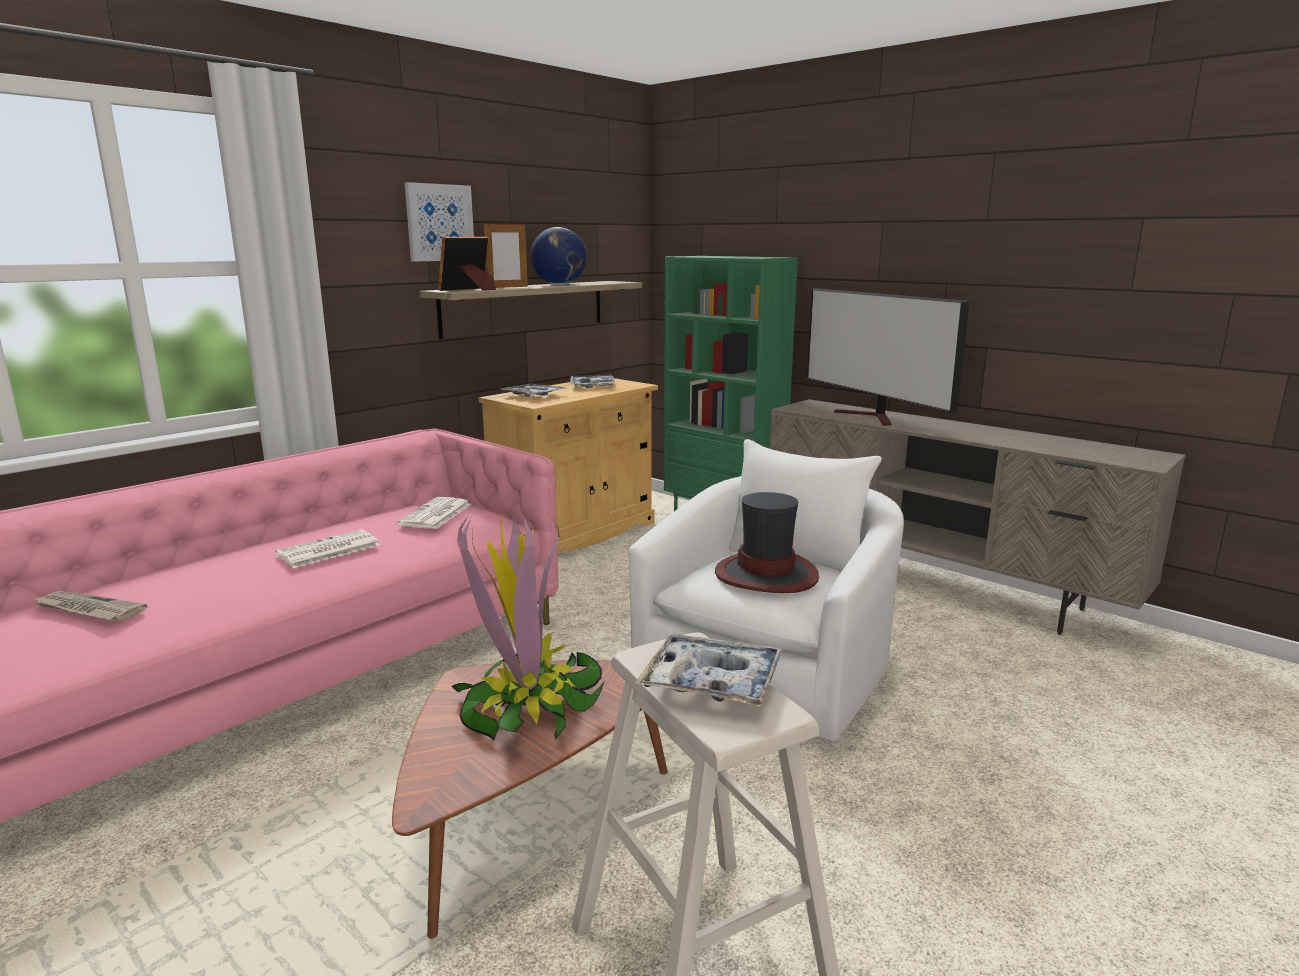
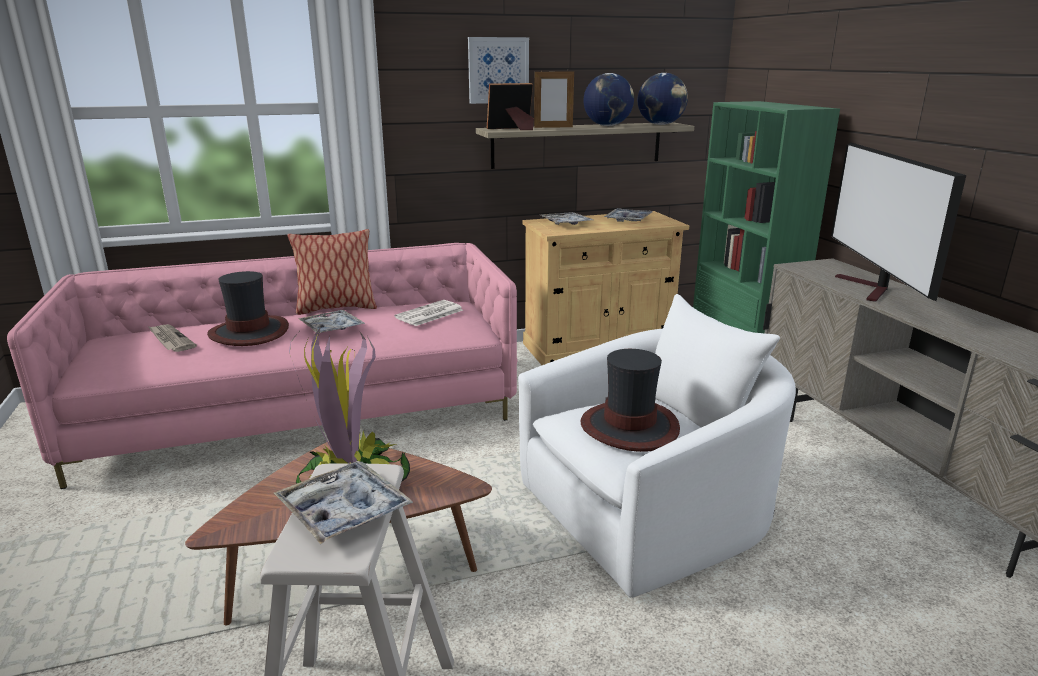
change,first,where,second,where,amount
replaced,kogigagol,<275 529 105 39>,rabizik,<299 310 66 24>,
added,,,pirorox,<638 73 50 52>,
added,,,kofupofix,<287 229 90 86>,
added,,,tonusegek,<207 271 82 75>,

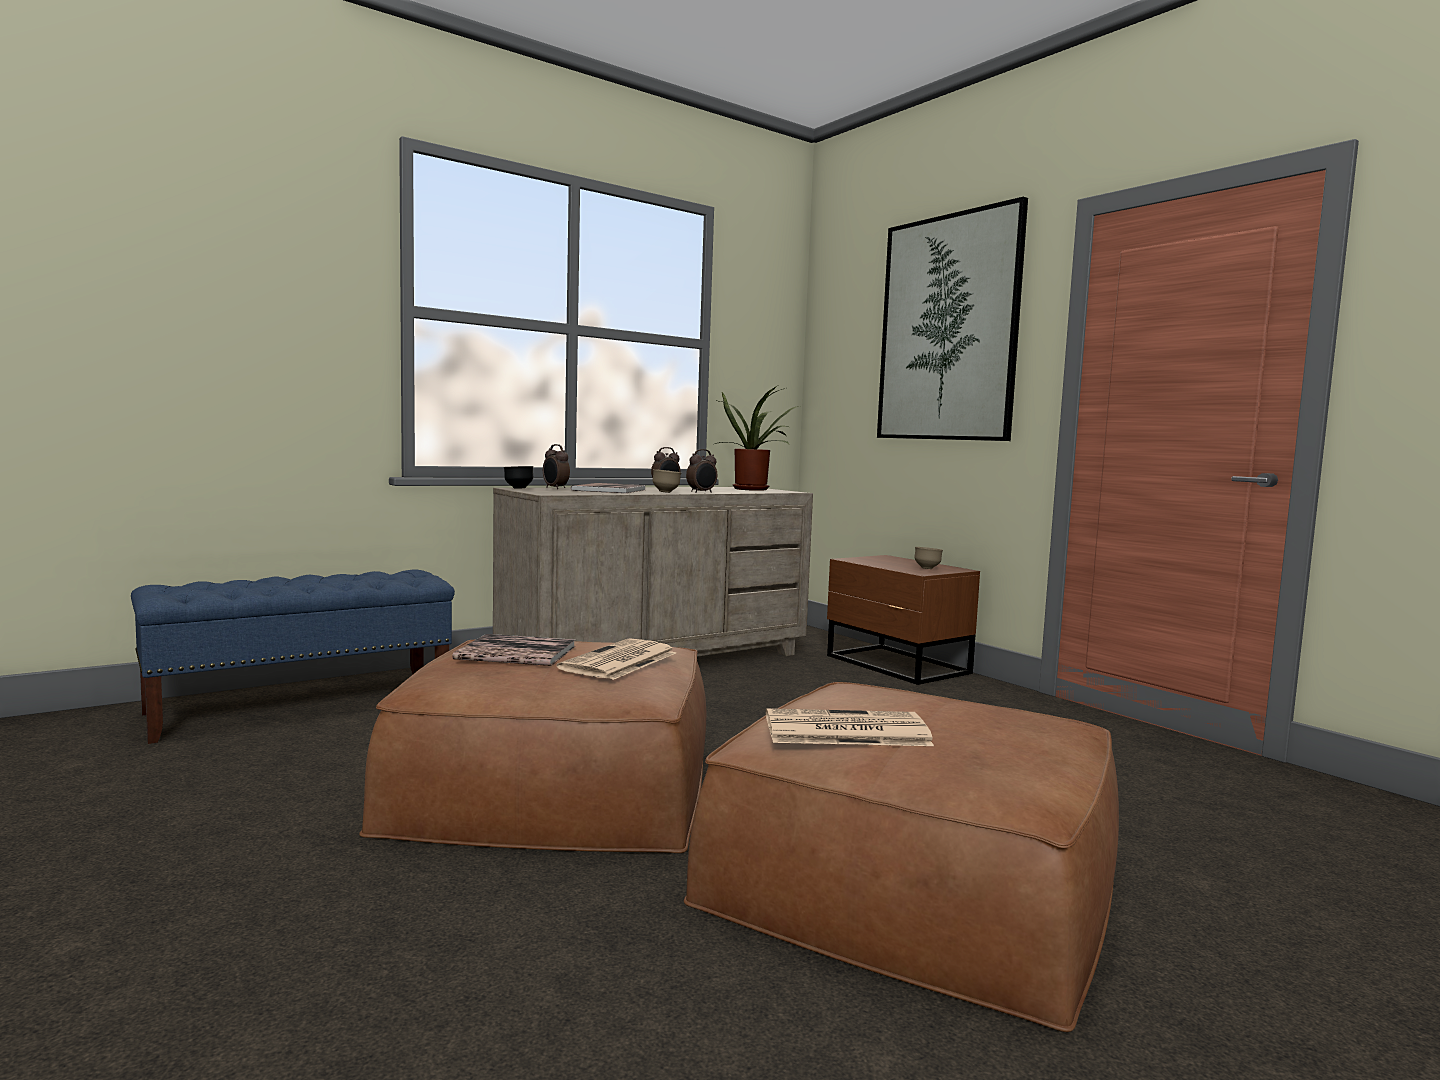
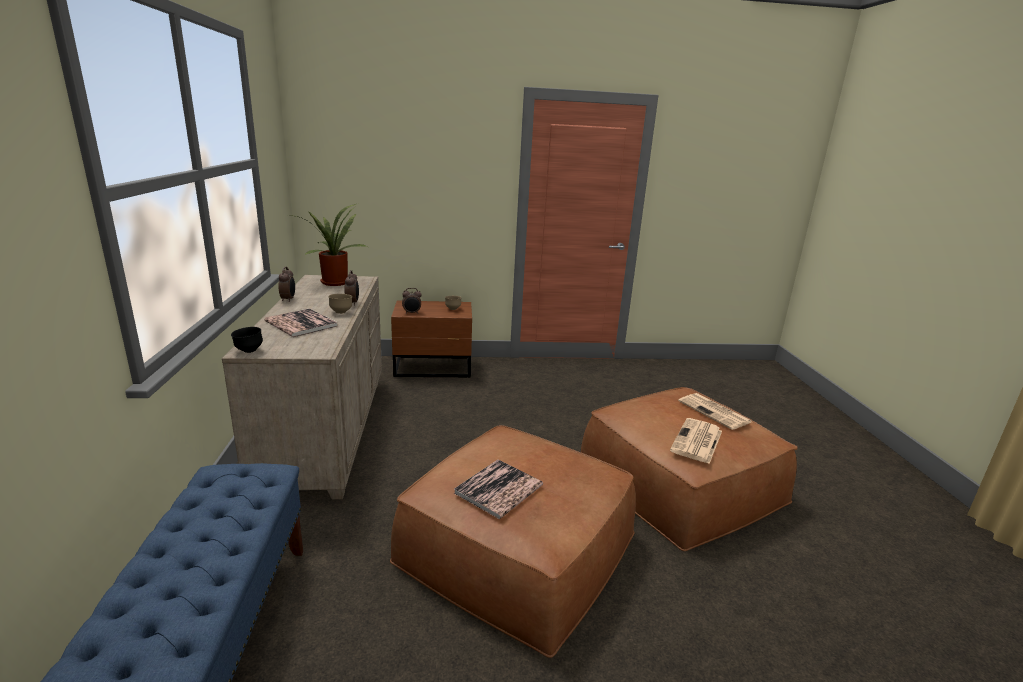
change,first,where,second,where,amount
removed,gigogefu,<877 197 151 244>,,,
moved,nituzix,<543 444 27 45>,,<402 288 20 26>,
moved,kogigagol,<557 638 119 42>,,<678 393 73 37>,

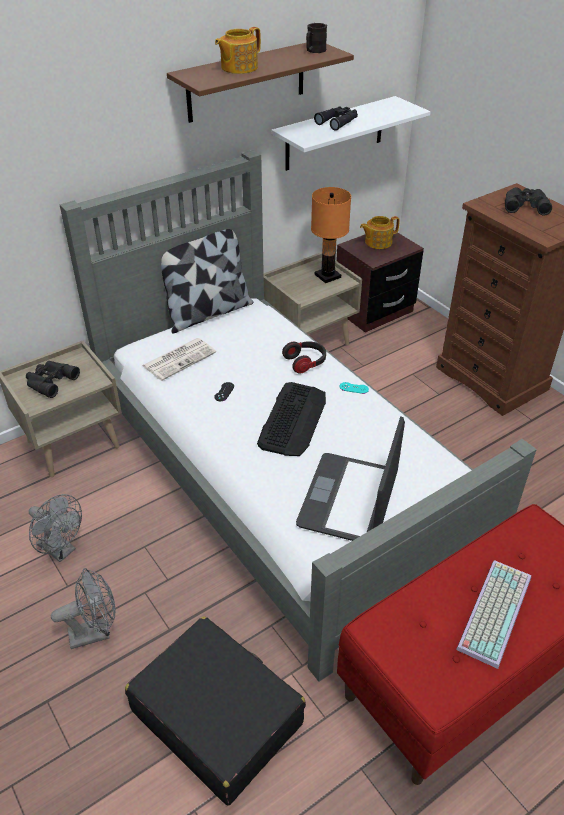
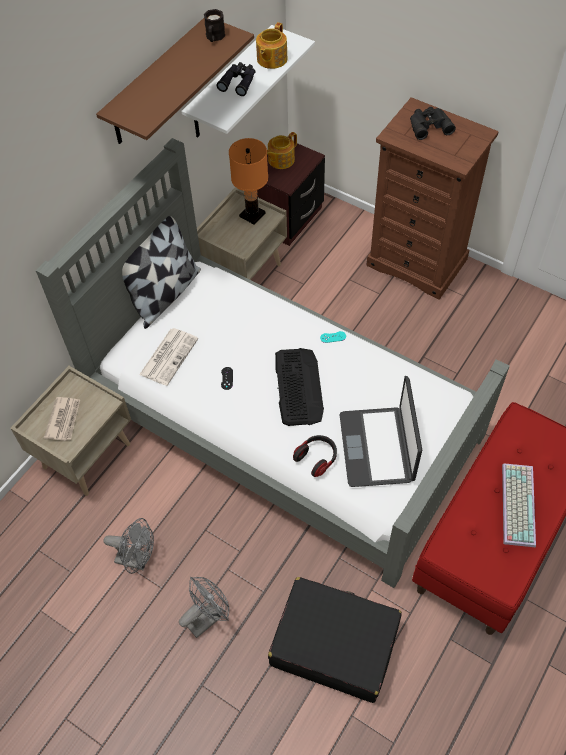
change,first,where,second,where,amount
moved,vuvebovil,<215 27 46 47>,,<256 22 32 47>,
moved,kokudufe,<282 341 44 32>,,<293 435 44 42>,
replaced,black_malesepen,<26 361 54 37>,kogigagol,<44 397 36 44>,

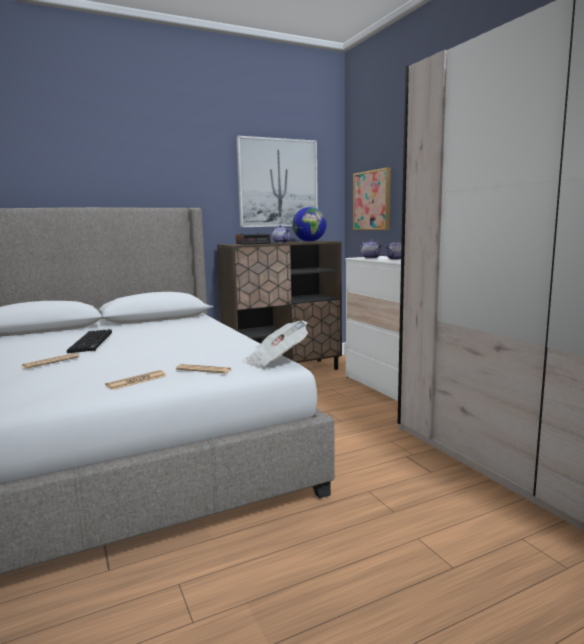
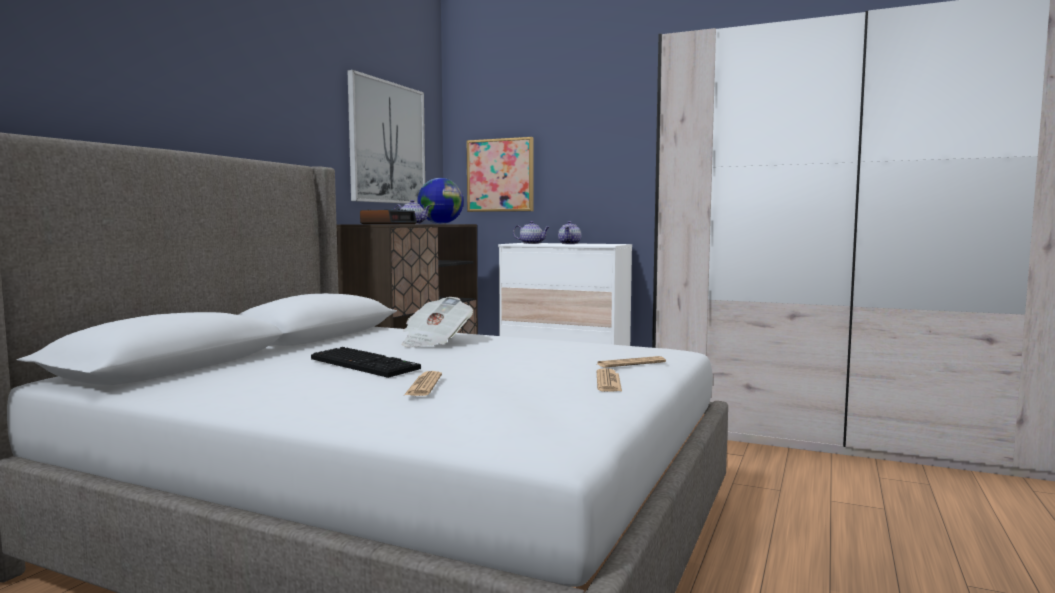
change,first,where,second,where,amount
moved,kogigagol,<243 321 65 45>,,<402 297 71 51>,

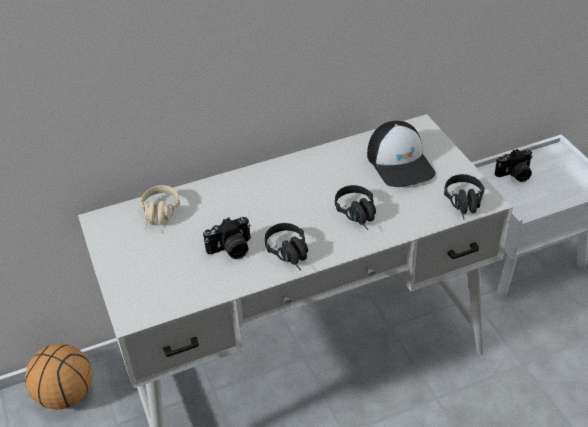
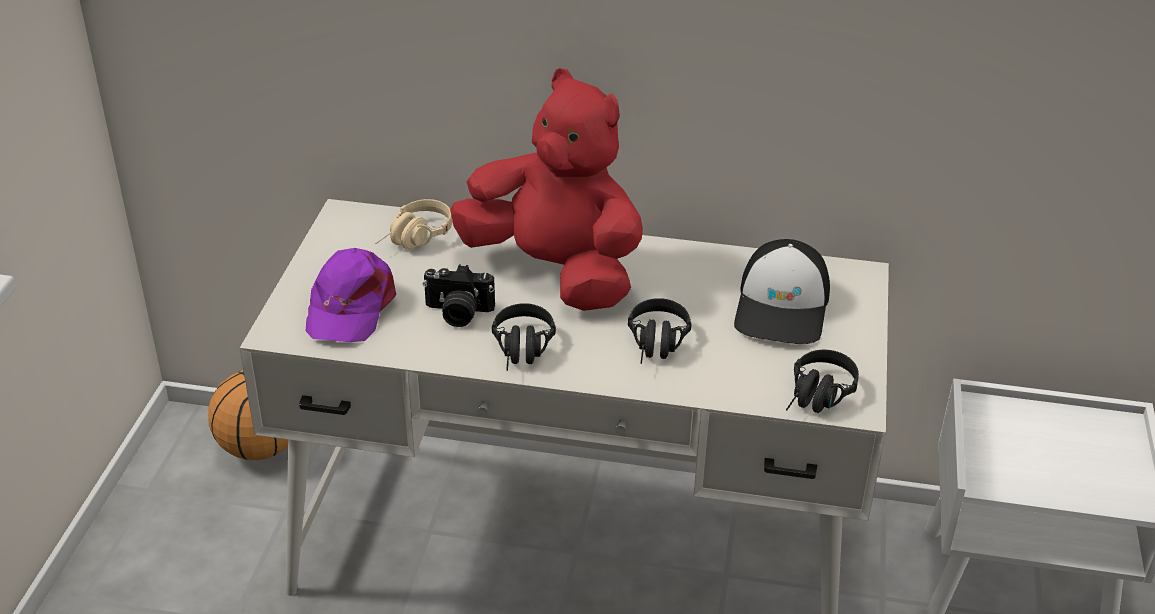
change,first,where,second,where,amount
removed,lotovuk,<494 149 39 33>,,,
added,,,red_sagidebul,<450 68 193 243>,
added,,,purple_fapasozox,<306 248 90 94>,

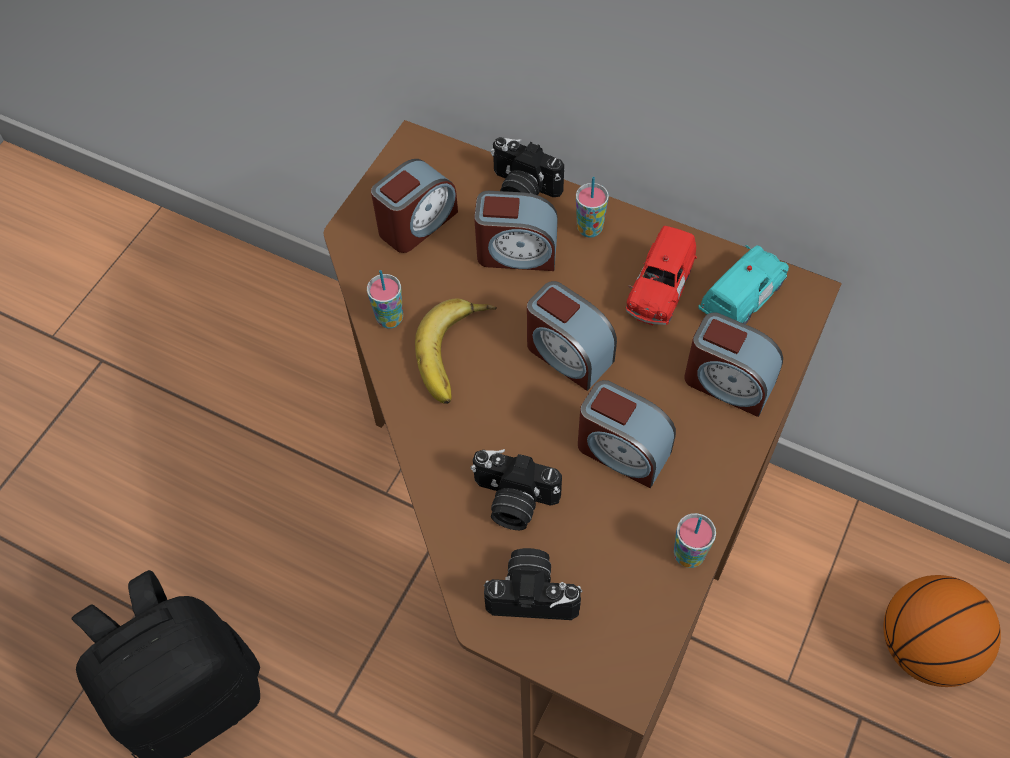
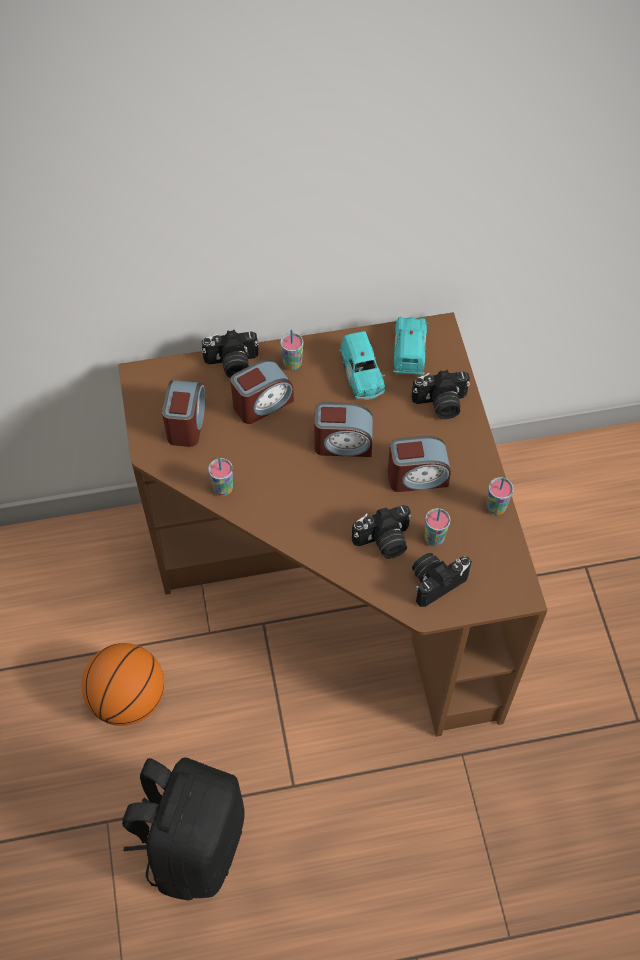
change,first,where,second,where,amount
recoloured,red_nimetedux,<626 226 71 99>,turquoise_nimetedux,<339 331 46 69>,
removed,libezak,<415 299 82 105>,,,
replaced,nituzix,<684 312 99 105>,lotovuk,<411 370 59 49>,
moved,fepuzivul,<884 575 117 112>,,<82 643 82 83>,
added,,,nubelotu,<425 508 26 38>,

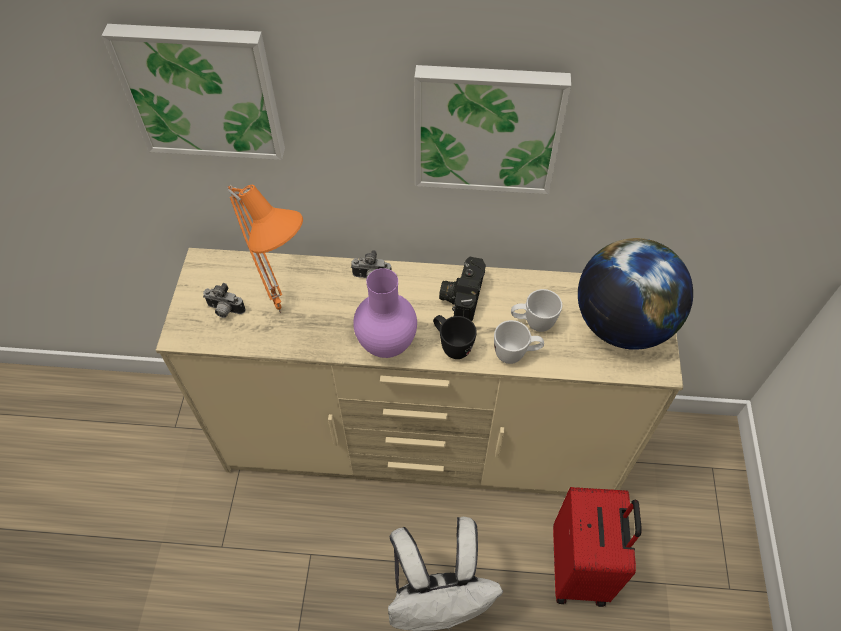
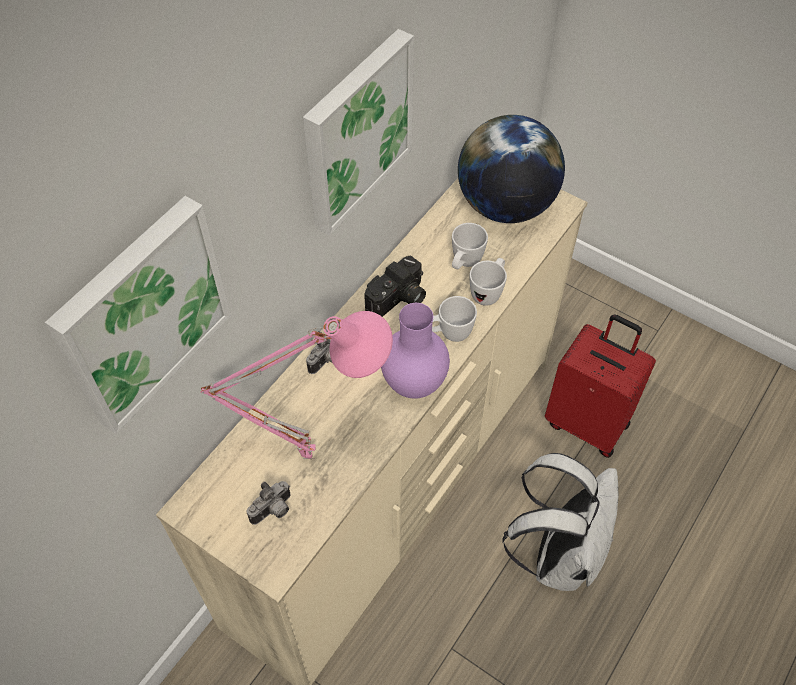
change,first,where,second,where,amount
recoloured,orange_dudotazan,<228 185 75 128>,pink_dudotazan,<200 311 193 148>,
turned,lotovuk,<439 256 47 65>,,<364 255 62 62>,90 degrees counterclockwise
recoloured,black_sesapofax,<433 315 44 44>,white_sesapofax,<432 296 45 46>,

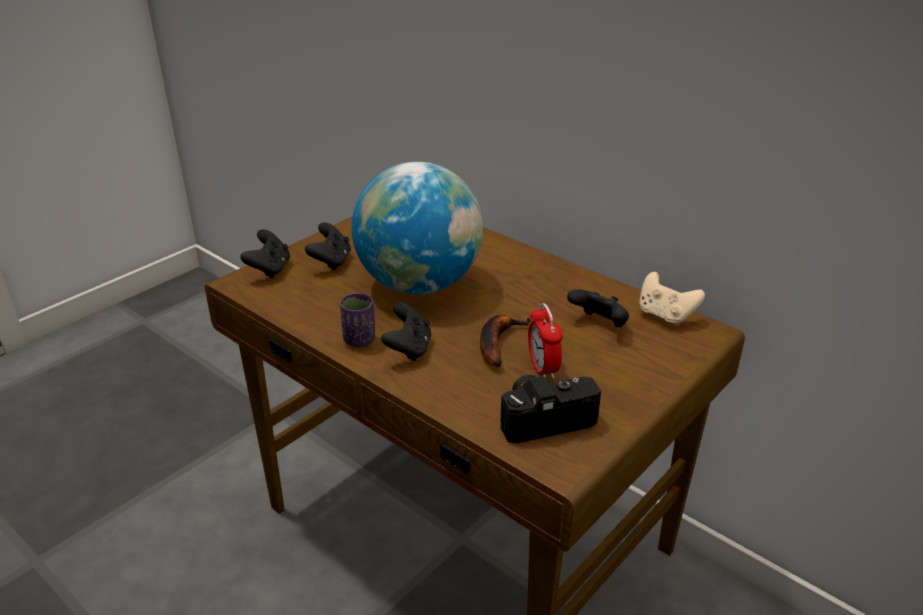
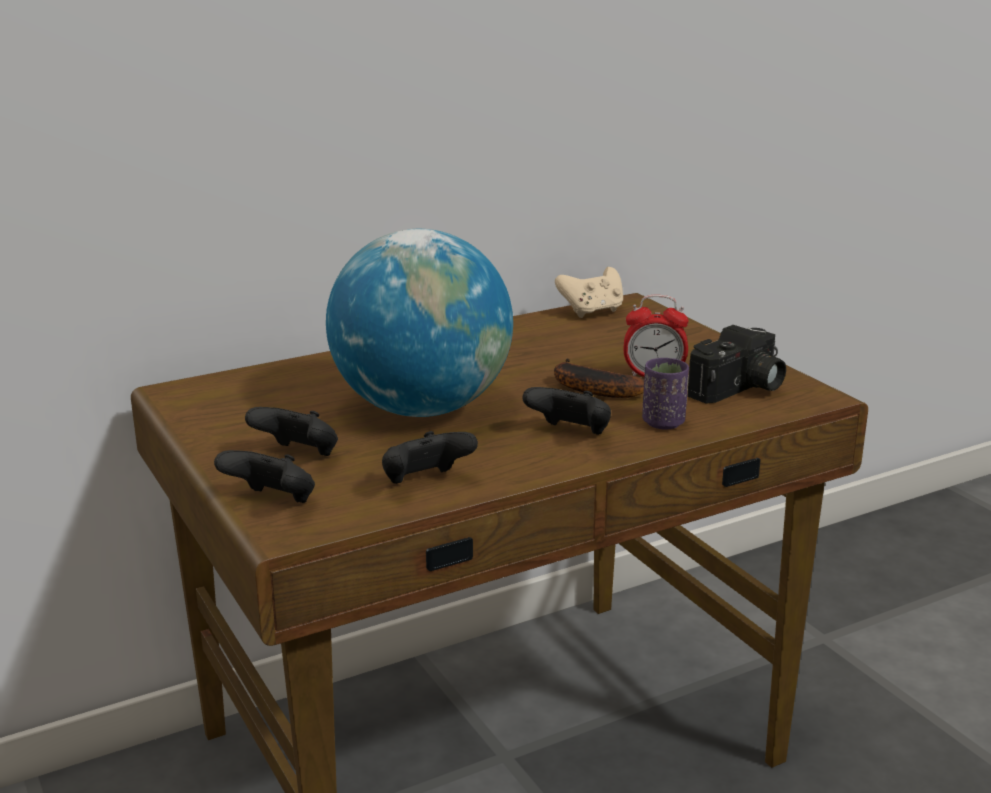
change,first,where,second,where,amount
moved,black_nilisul,<567 289 62 38>,,<382 431 96 53>,
moved,purple_nubelotu,<340 293 35 54>,,<642 358 47 71>,
turned,lotovuk,<500 375 101 68>,,<688 325 98 79>,135 degrees counterclockwise

